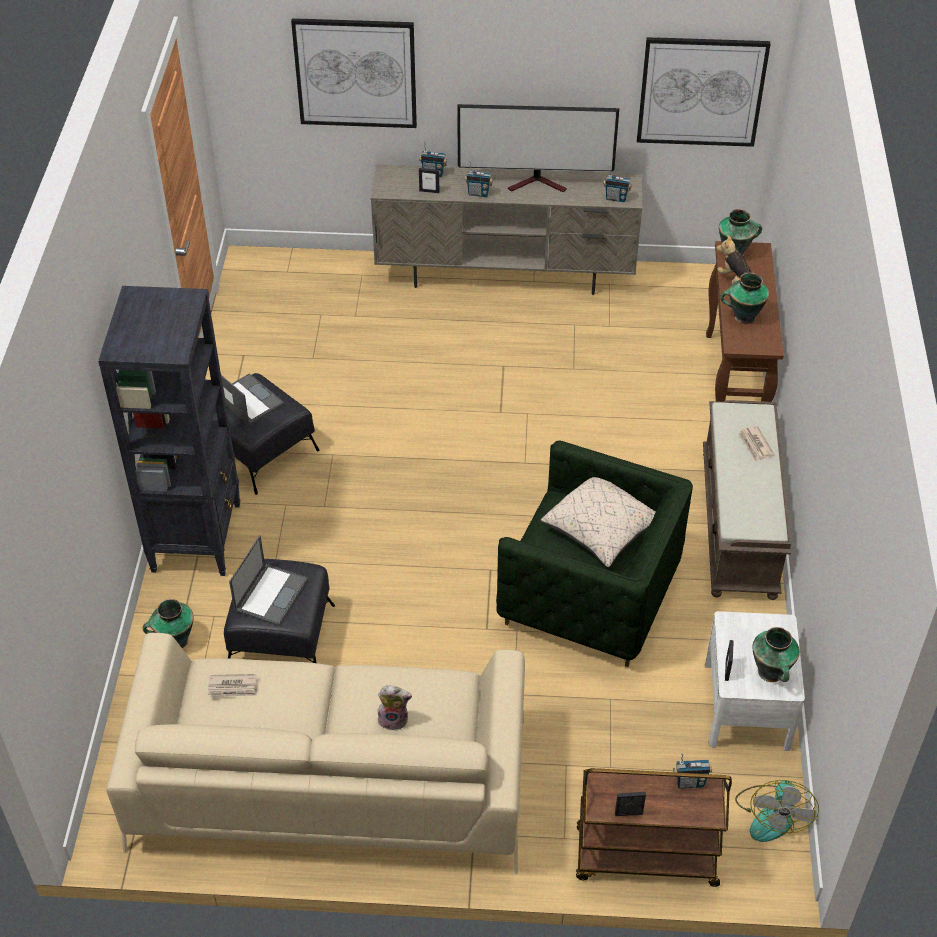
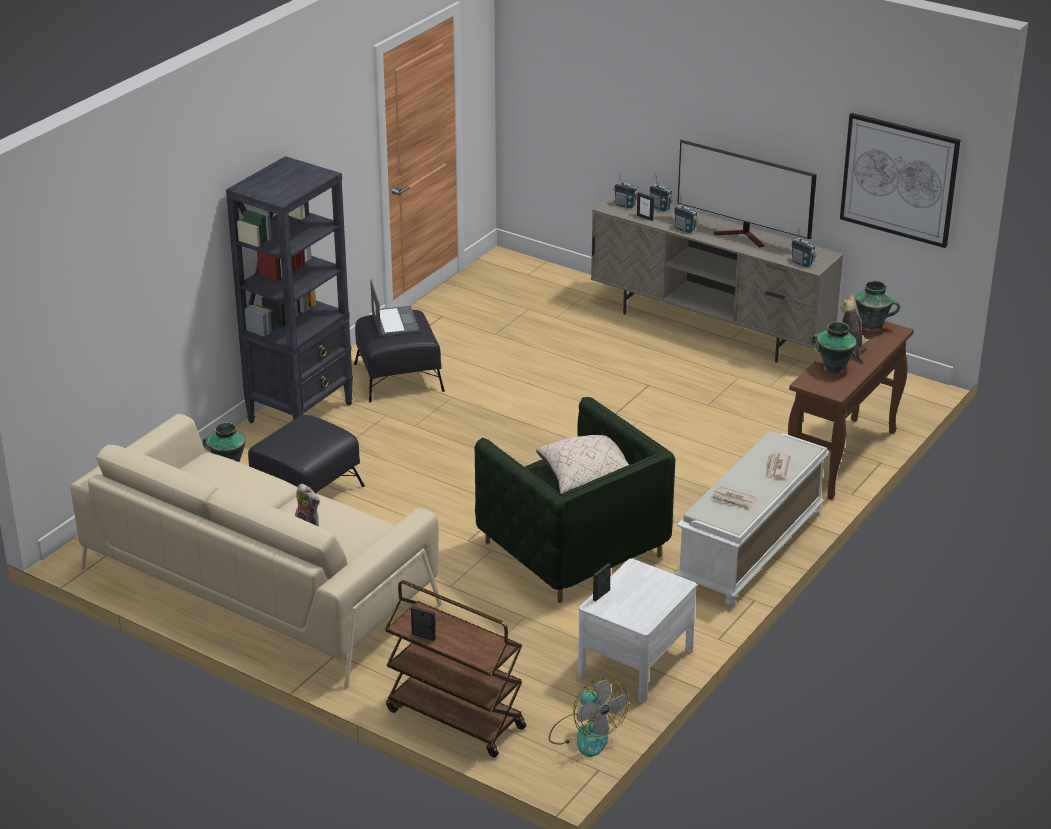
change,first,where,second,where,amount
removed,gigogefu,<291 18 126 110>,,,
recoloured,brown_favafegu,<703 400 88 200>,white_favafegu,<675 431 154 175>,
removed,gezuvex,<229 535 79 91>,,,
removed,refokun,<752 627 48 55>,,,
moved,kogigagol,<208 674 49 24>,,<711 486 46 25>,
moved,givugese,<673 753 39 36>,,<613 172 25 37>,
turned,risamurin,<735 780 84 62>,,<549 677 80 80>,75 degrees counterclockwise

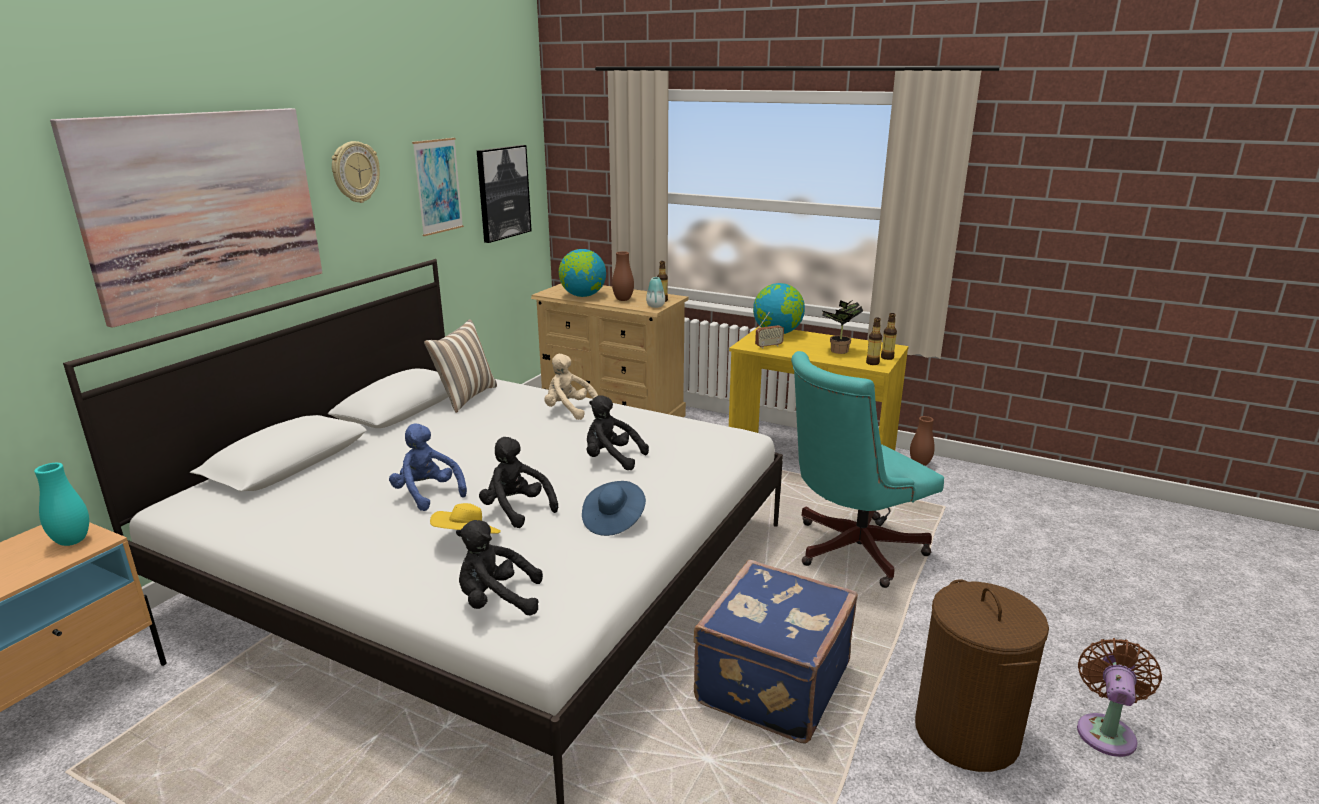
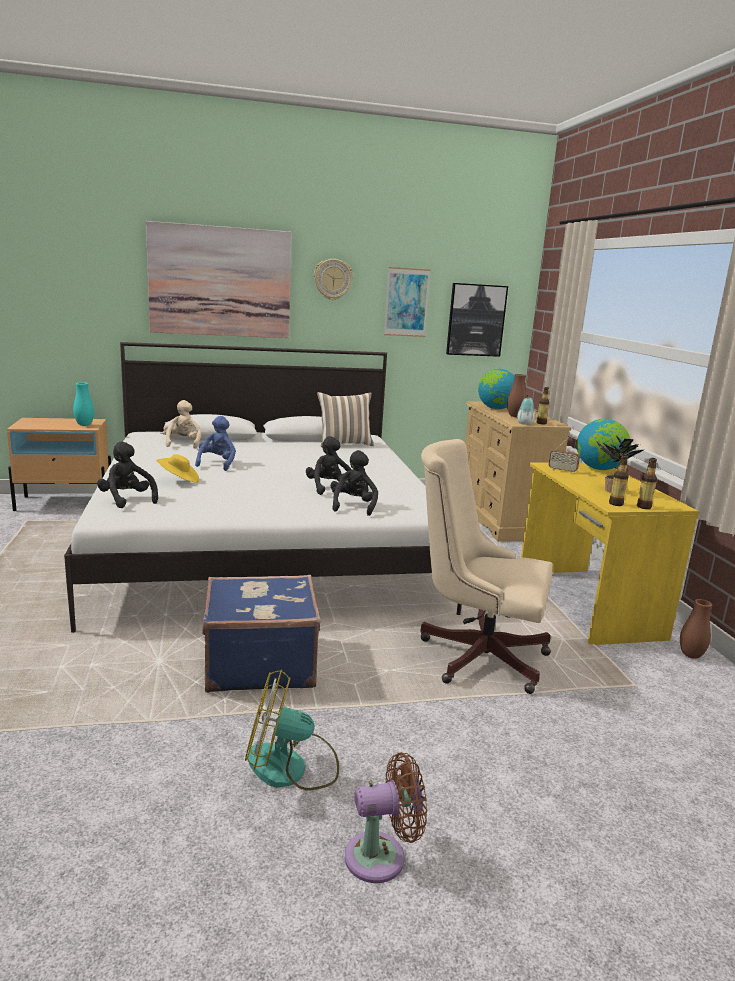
change,first,where,second,where,amount
recoloured,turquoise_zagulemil,<791 351 153 237>,beige_zagulemil,<421 439 132 255>,
moved,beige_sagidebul,<544 354 54 66>,,<163 400 38 49>,
moved,black_sagidebul,<479 437 79 91>,,<331 450 47 66>,
removed,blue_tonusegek,<582 481 64 55>,,,
replaced,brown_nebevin,<915 579 134 193>,risamurin,<245 669 94 122>,

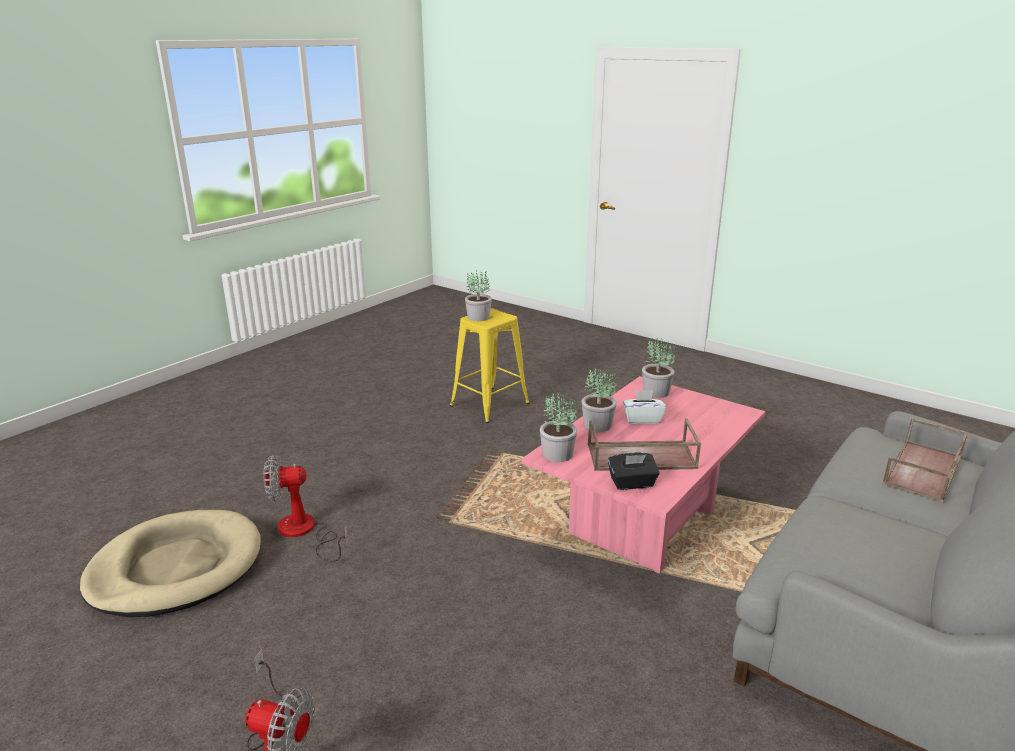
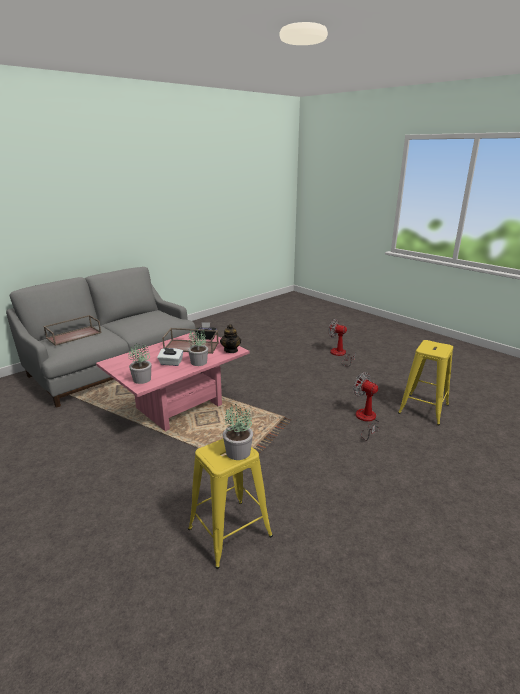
change,first,where,second,where,amount
replaced,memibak,<540 392 37 70>,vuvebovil,<220 324 21 29>,
turned,risamurin,<264 455 83 107>,,<353 372 26 69>,135 degrees counterclockwise
replaced,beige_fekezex,<80 510 181 107>,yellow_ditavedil,<398 340 55 85>,

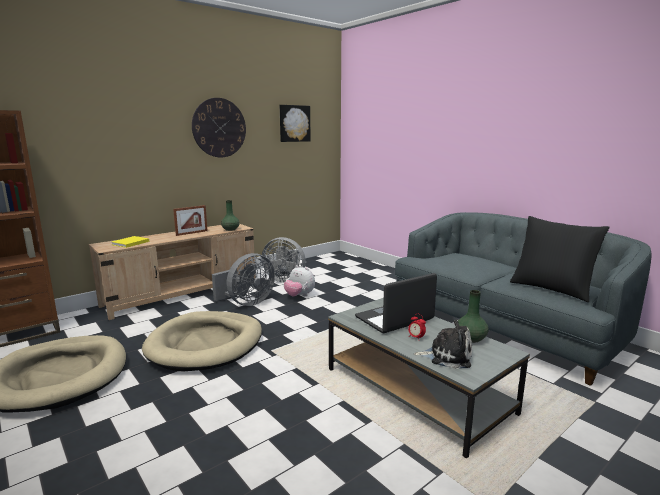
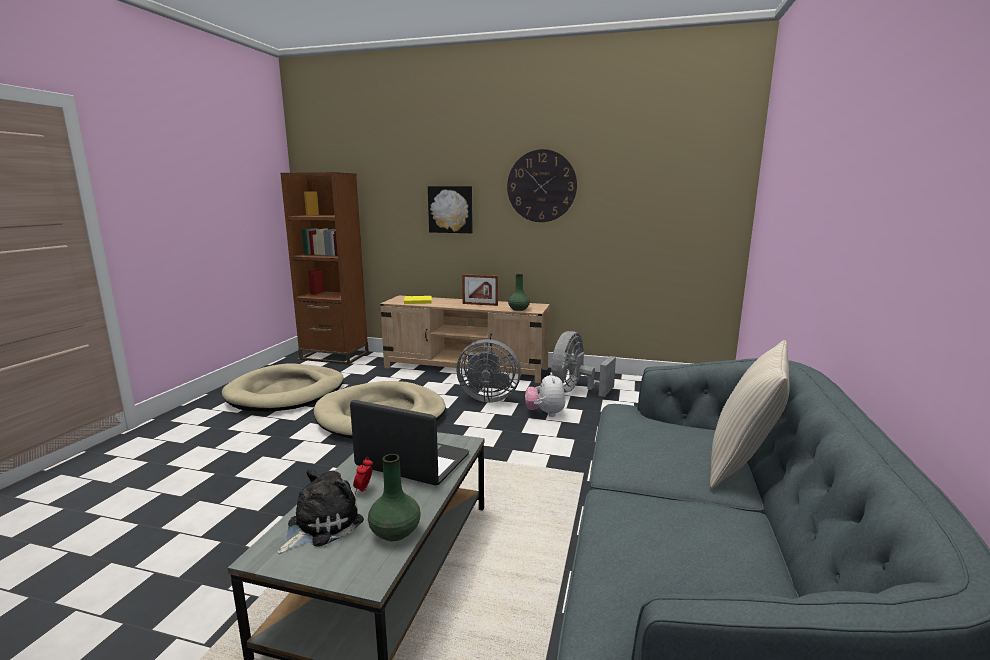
change,first,where,second,where,amount
moved,gigogefu,<280 105 31 37>,,<428 186 45 47>,
removed,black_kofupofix,<510 216 100 86>,,,
turned,grey_risamurin,<262 237 44 46>,,<551 331 65 66>,45 degrees clockwise
turned,sagidebul,<414 320 58 49>,,<277 469 87 85>,120 degrees counterclockwise
added,,,beige_kofupofix,<710 340 80 148>,

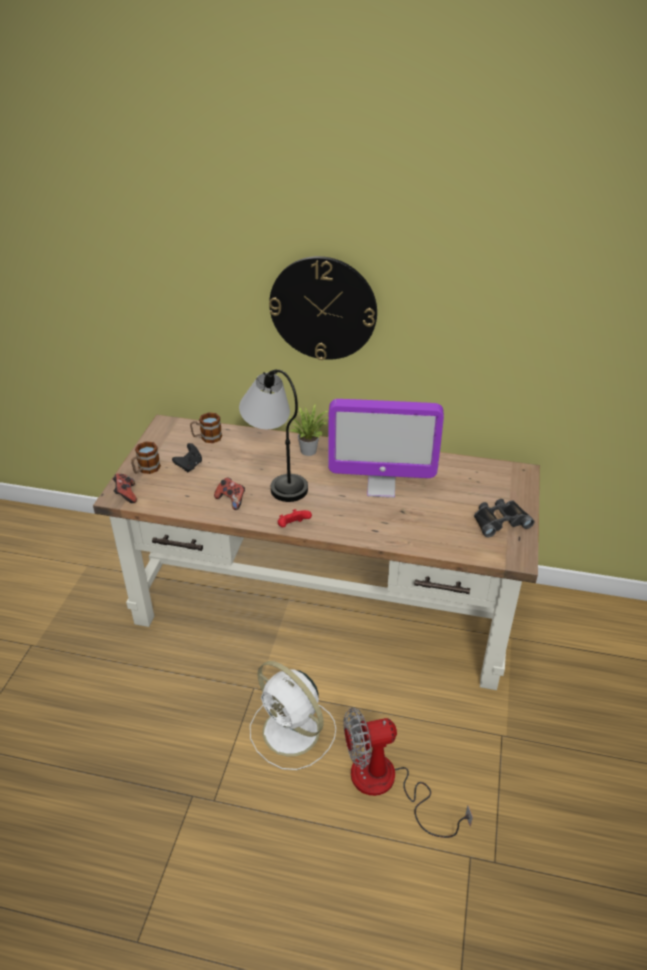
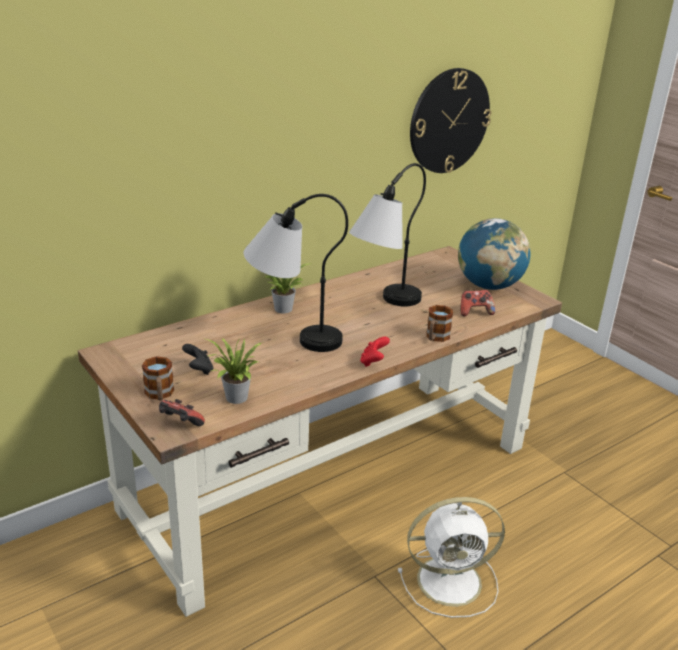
change,first,where,second,where,amount
moved,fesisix,<269 256 108 104>,,<410 68 81 105>,
replaced,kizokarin,<328 399 116 99>,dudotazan,<349 163 77 143>,
moved,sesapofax,<190 412 32 31>,,<426 305 27 37>,
moved,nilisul,<214 477 31 33>,,<460 290 35 27>,
replaced,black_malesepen,<474 499 60 38>,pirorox,<458 218 73 72>,
removed,risamurin,<343 707 130 131>,,,
added,,,memibak,<206 337 57 67>,

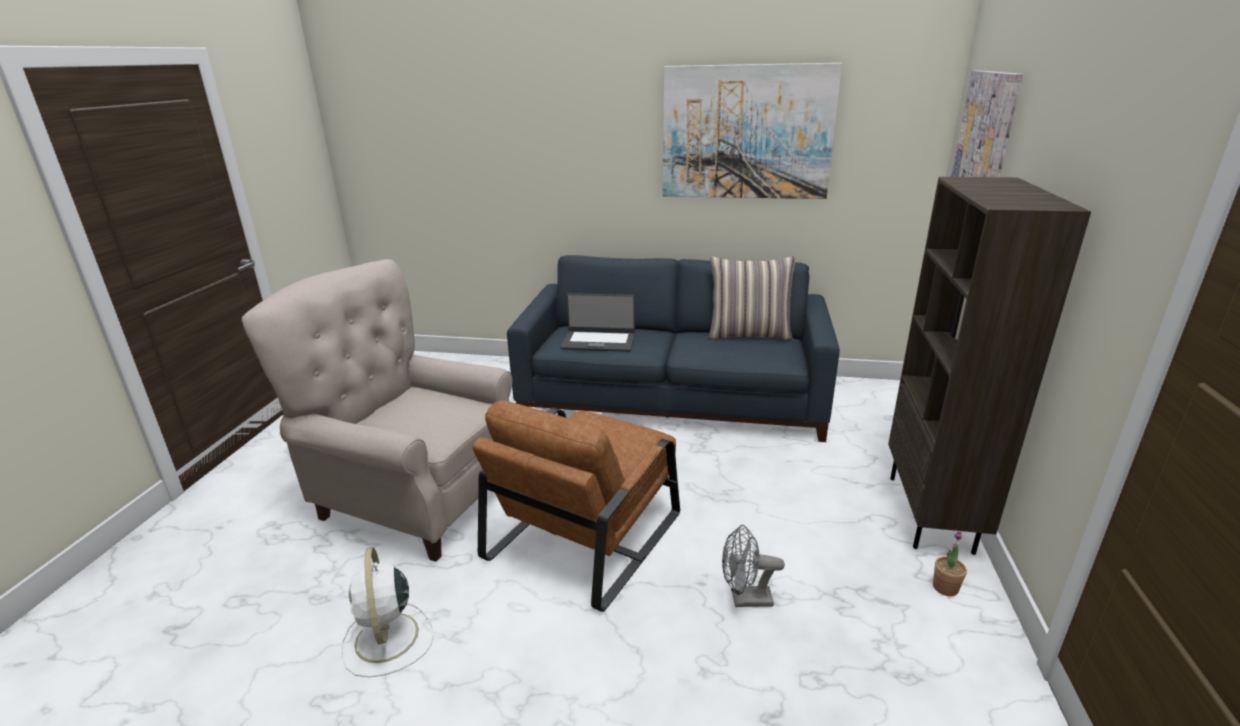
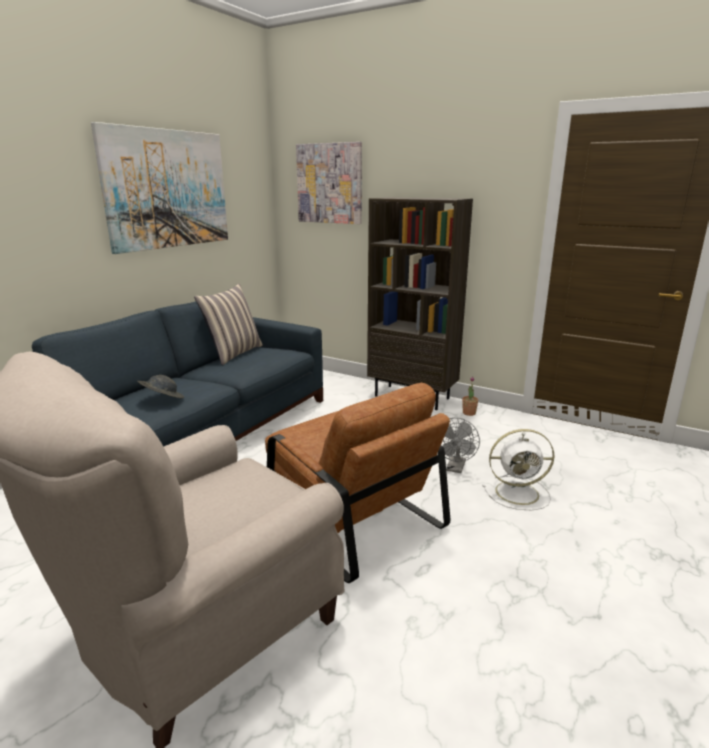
change,first,where,second,where,amount
replaced,gezuvex,<561 293 74 59>,grey_tonusegek,<137 375 47 23>,
moved,white_risamurin,<341 547 93 131>,,<482 429 73 81>,

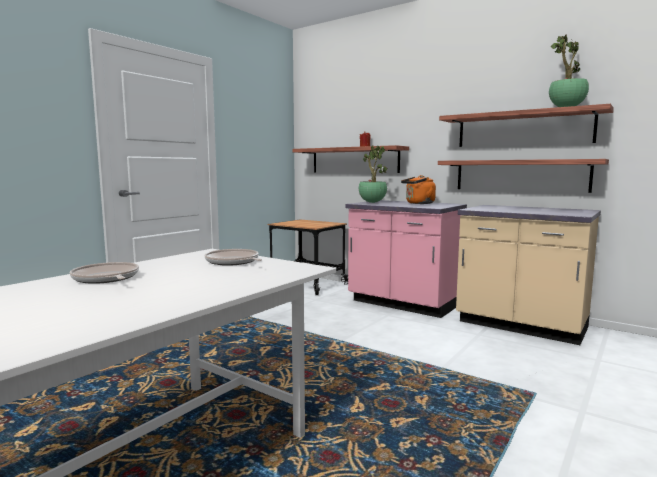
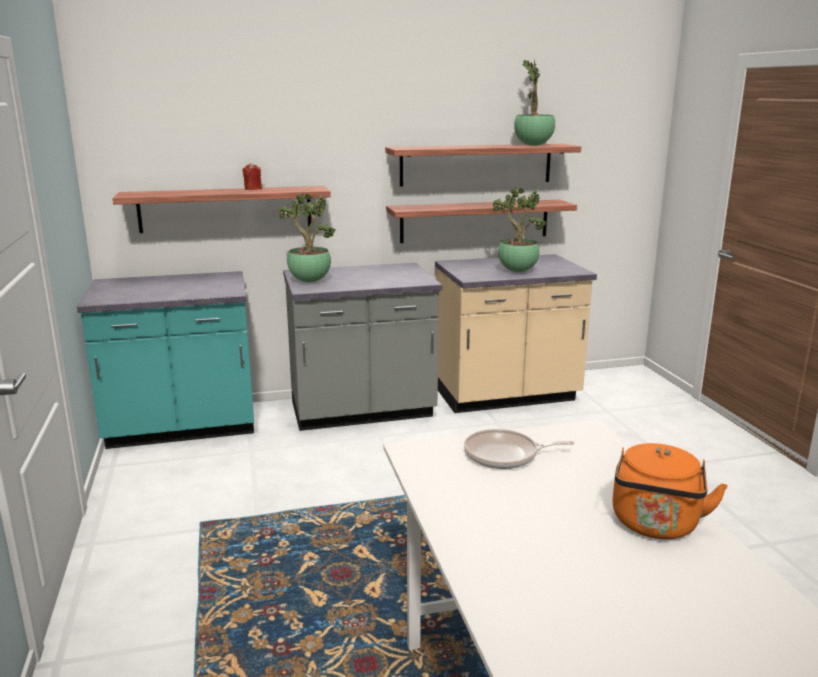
change,first,where,second,where,amount
moved,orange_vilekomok,<401 175 35 29>,,<612 443 116 96>,
recoloured,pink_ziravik,<346 200 121 118>,grey_ziravik,<283 263 159 168>,
replaced,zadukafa,<268 219 80 76>,turquoise_ziravik,<77 271 177 178>,
removed,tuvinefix,<70 262 69 22>,,,
added,,,memibak,<492 188 54 84>,

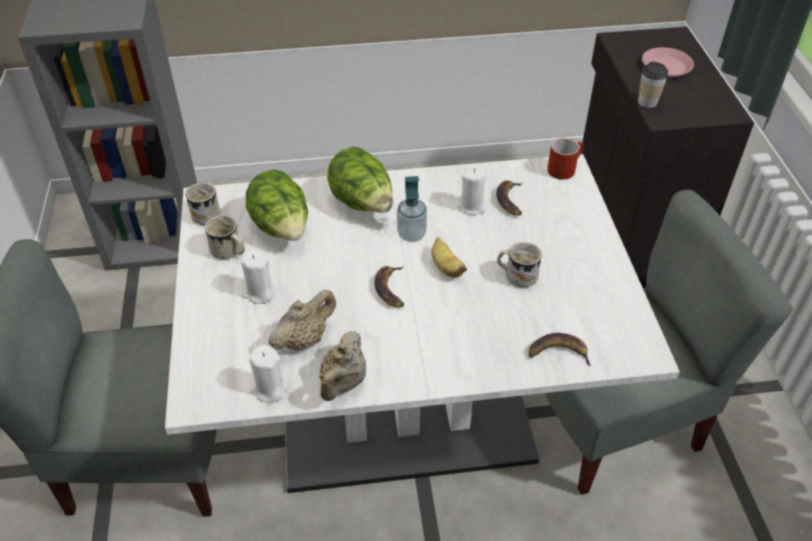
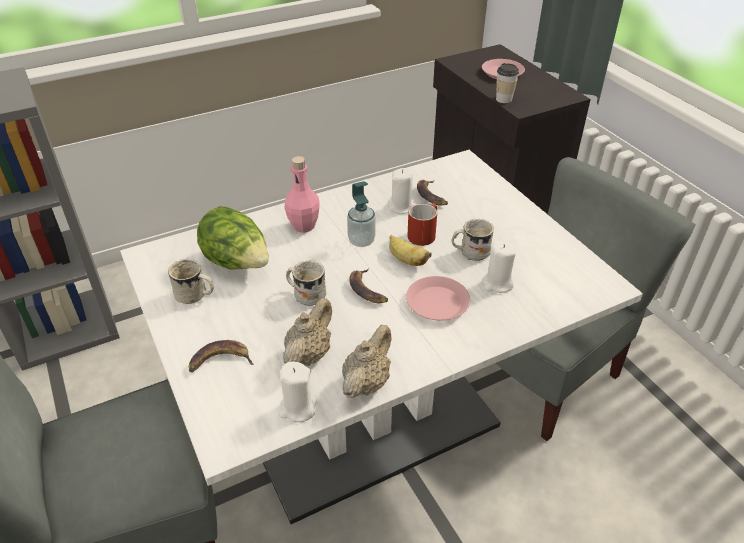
change,first,where,second,where,amount
moved,red_sesapofax,<547 138 37 42>,,<407 204 30 42>,
replaced,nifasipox,<327 147 66 66>,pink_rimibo,<285 156 35 77>,
moved,white_sesapofax,<185 182 36 43>,,<286 261 40 45>,
moved,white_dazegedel,<241 250 36 54>,,<482 241 34 52>,
turned,beige_vuvebovil,<319 331 47 70>,,<342 325 49 73>,150 degrees counterclockwise
moved,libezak,<528 333 63 33>,,<189 340 65 32>,
added,,,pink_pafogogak,<406 276 64 44>,

